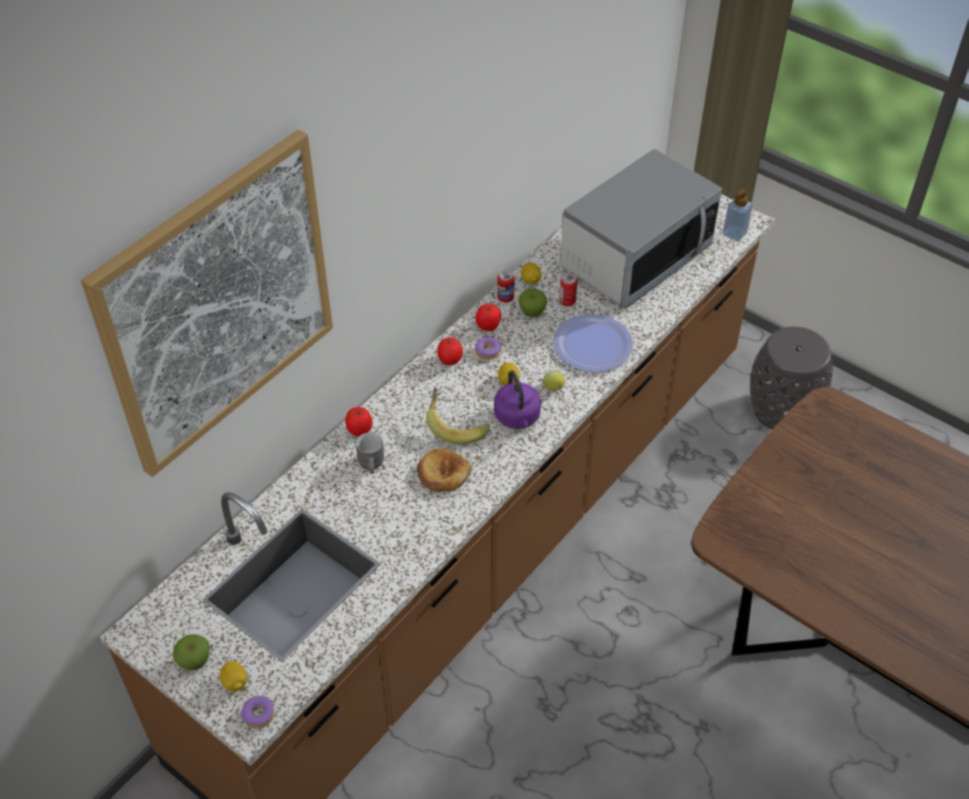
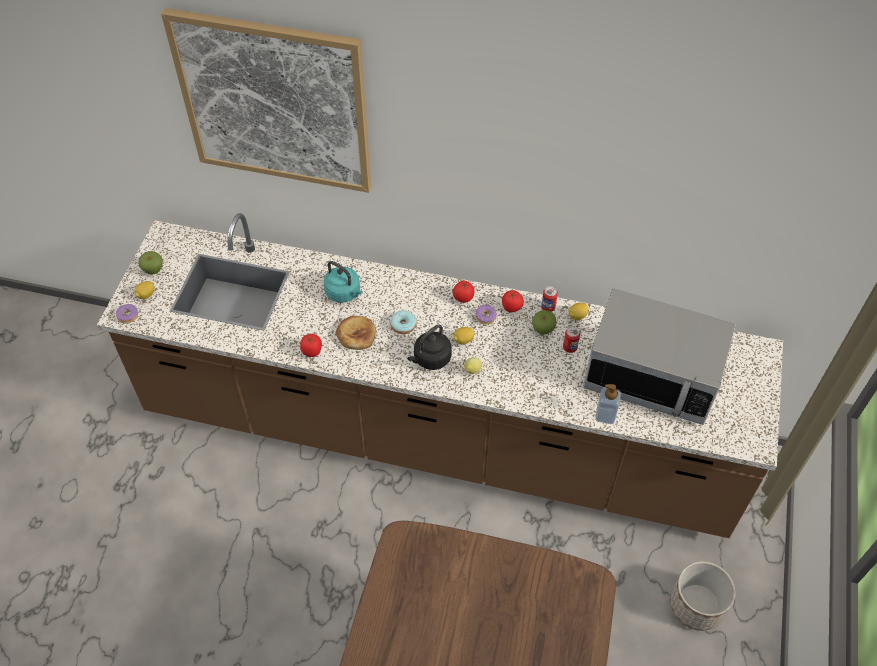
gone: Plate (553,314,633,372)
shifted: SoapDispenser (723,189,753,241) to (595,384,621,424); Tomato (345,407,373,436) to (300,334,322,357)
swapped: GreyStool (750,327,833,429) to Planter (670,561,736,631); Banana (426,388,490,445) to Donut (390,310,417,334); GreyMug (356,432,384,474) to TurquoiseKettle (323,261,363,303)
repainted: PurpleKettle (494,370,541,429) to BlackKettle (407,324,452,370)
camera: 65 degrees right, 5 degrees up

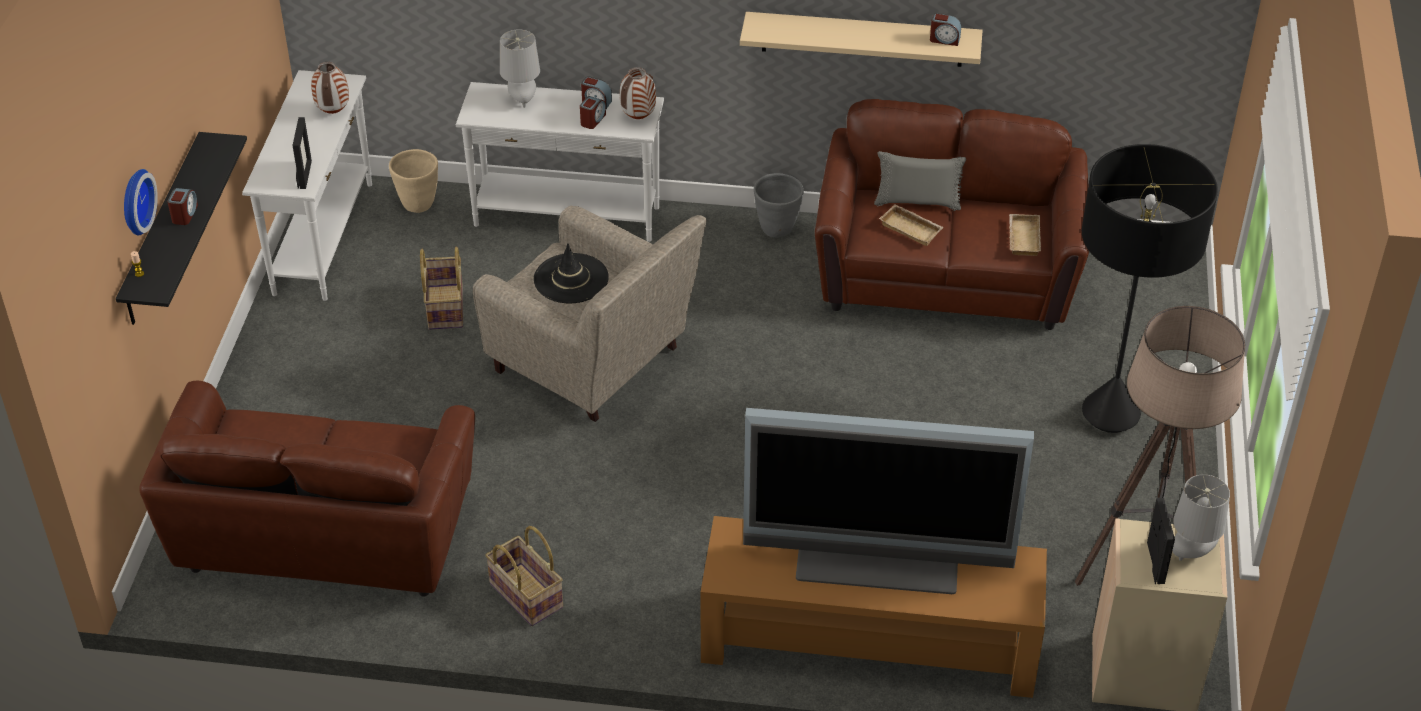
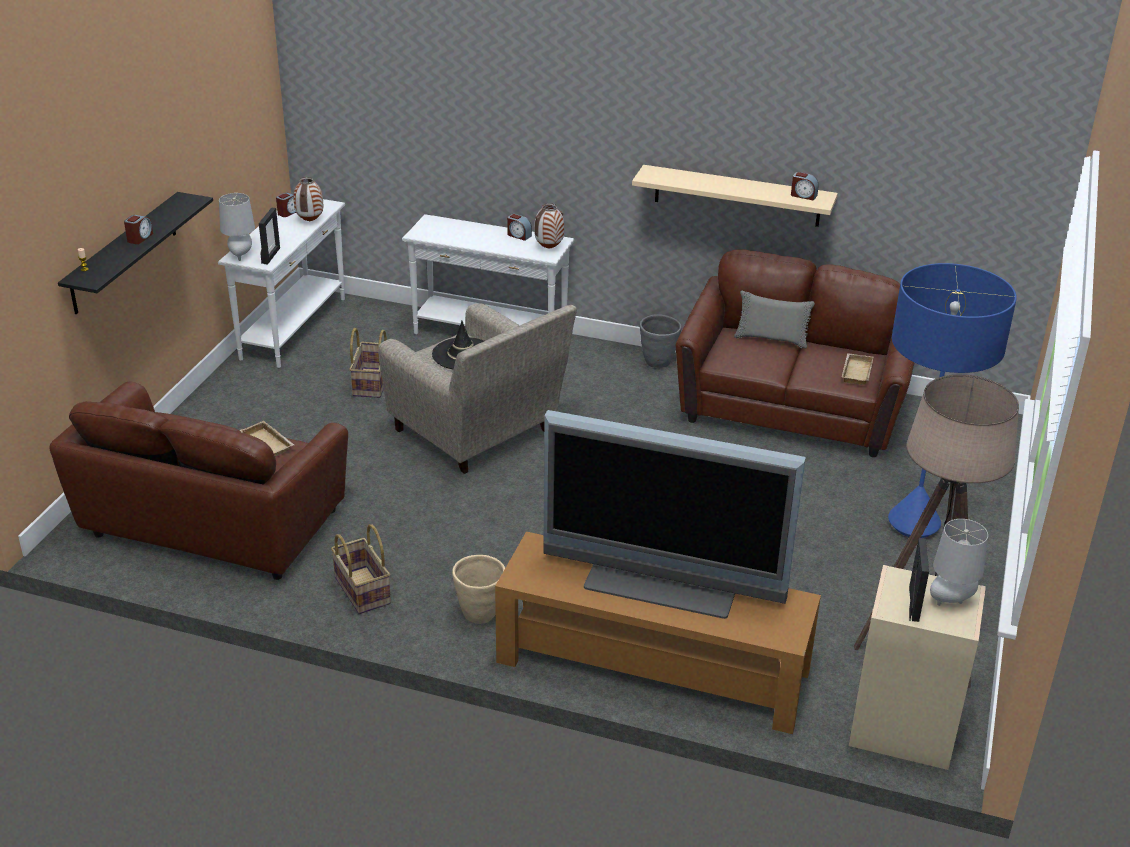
gone: WallClock (124,169,158,236)
shifted: GreyTableLamp (500,29,540,108) to (219,193,255,261); AlarmClock (580,96,606,129) to (276,193,296,217); BeigePlanter (389,149,438,213) to (452,555,505,624); BeigeTray (879,204,944,246) to (240,421,294,457)
repainted: BlackFloorLamp (1082,144,1218,433) to BlueFloorLamp (888,263,1017,538)
camera: 10 degrees right, 10 degrees down

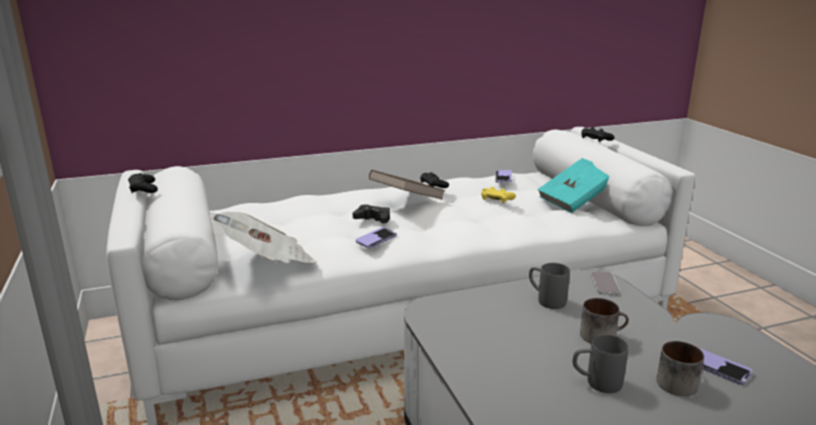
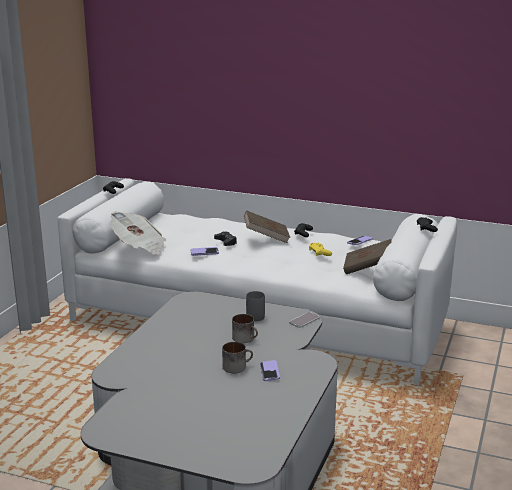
gone: GreyMug (573,335,628,393)
repainted: TurquoiseBook (537,158,609,213) to BrownBook (343,239,392,274)
camera: 40 degrees right, 0 degrees up

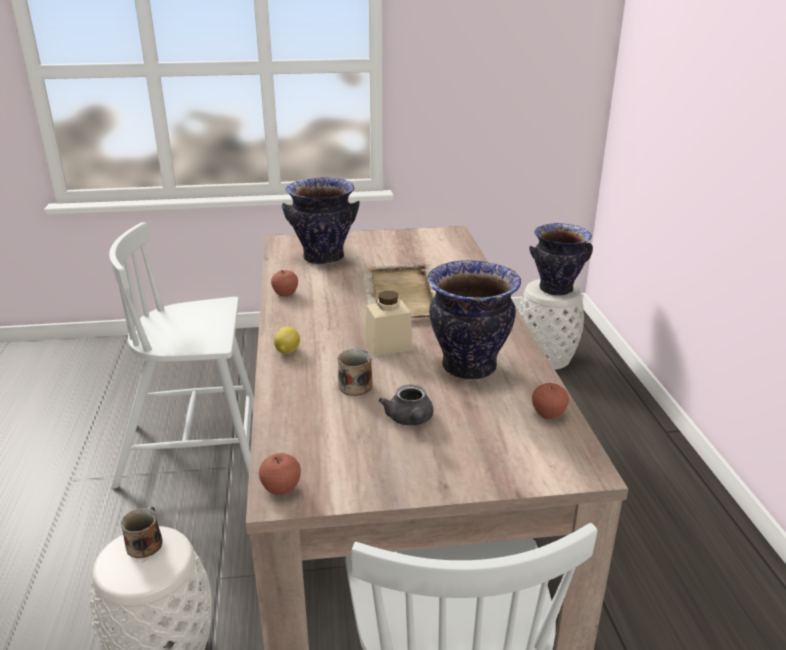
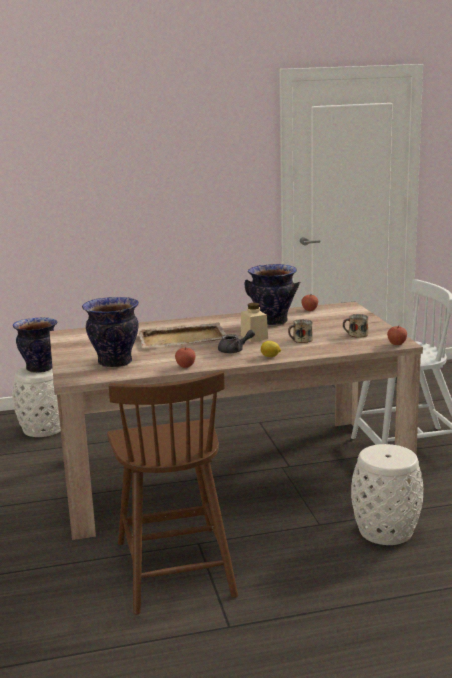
shifted: GreyTeapot (379,385,434,426) to (218,330,255,354); Mug (121,506,162,558) to (343,314,368,338)
repainted: WhiteChair (109,222,254,488) to BrownChair (107,371,238,615)
camera: 95 degrees left, 10 degrees down

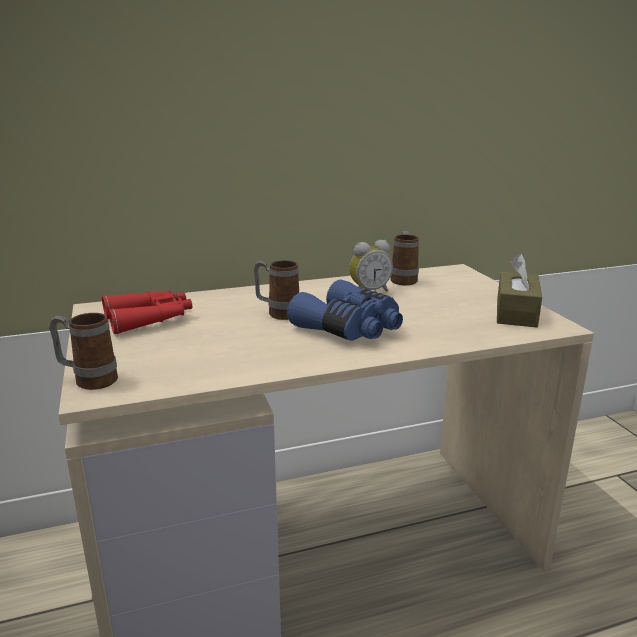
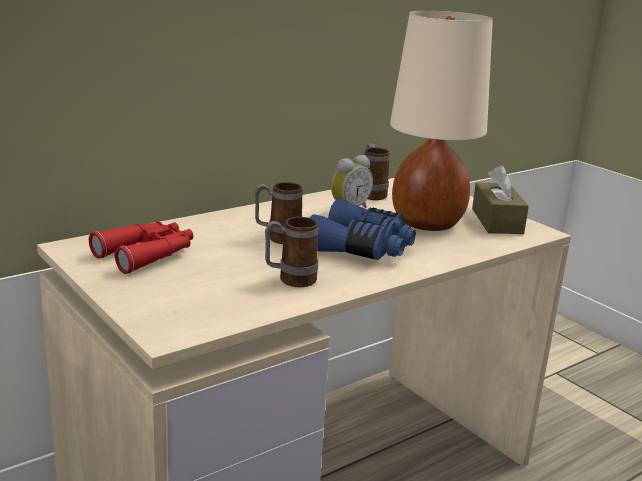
new: BeigeTableLamp (390,10,493,231)
shifted: Mug (49,313,118,390) to (265,217,318,287)
camera: 20 degrees left, 0 degrees up

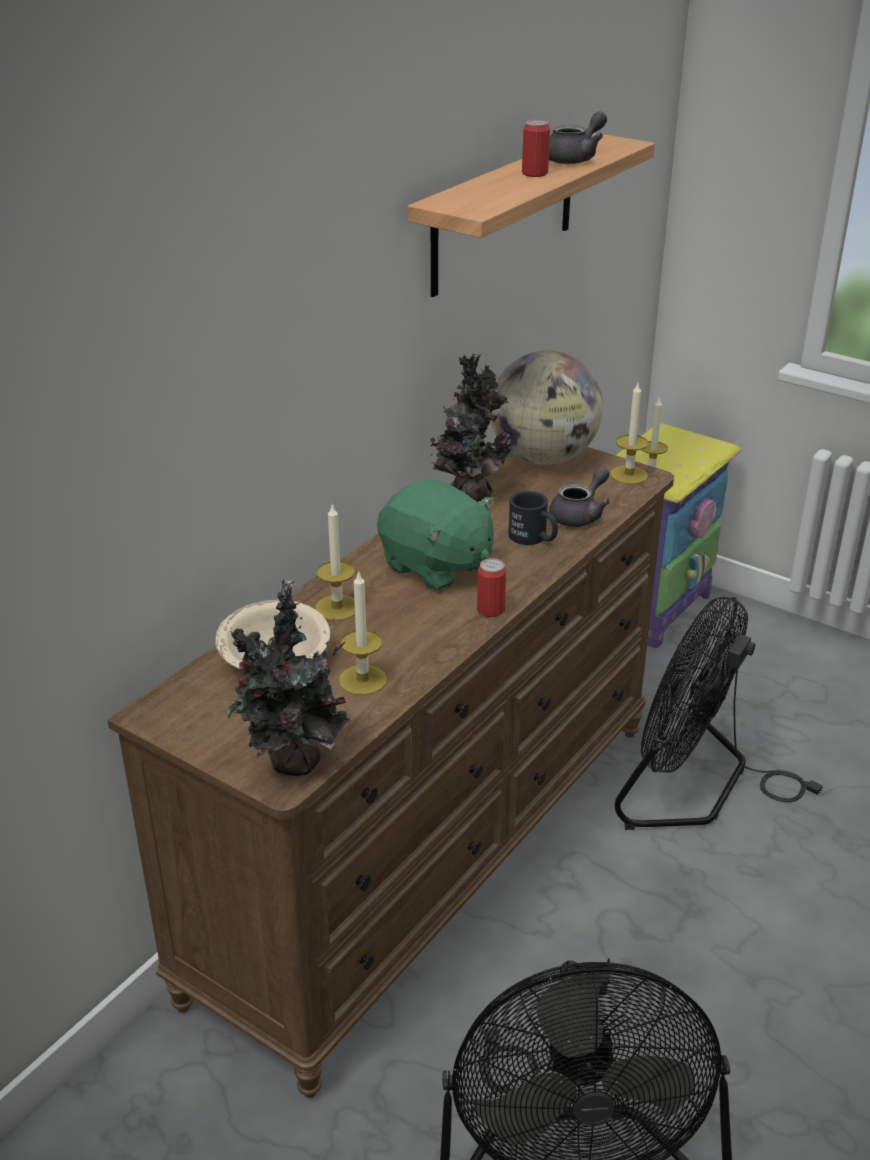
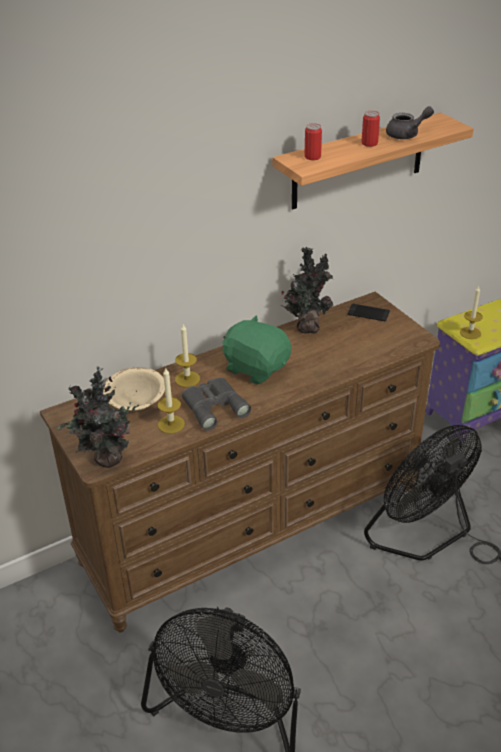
gone: Candle (610,383,649,484); GreyTeapot (549,467,610,527); BlackMug (508,491,558,545)
new: GreyBinoculars (182,378,251,431)
shifted: Can (477,558,506,617) to (304,123,322,160)
swapped: Globe (491,351,603,465) to Phone (348,304,390,321)
rotated: GreenPlushToy (377,480,495,591) = (222,315,291,385) 150 degrees clockwise
camera: 25 degrees right, 5 degrees up

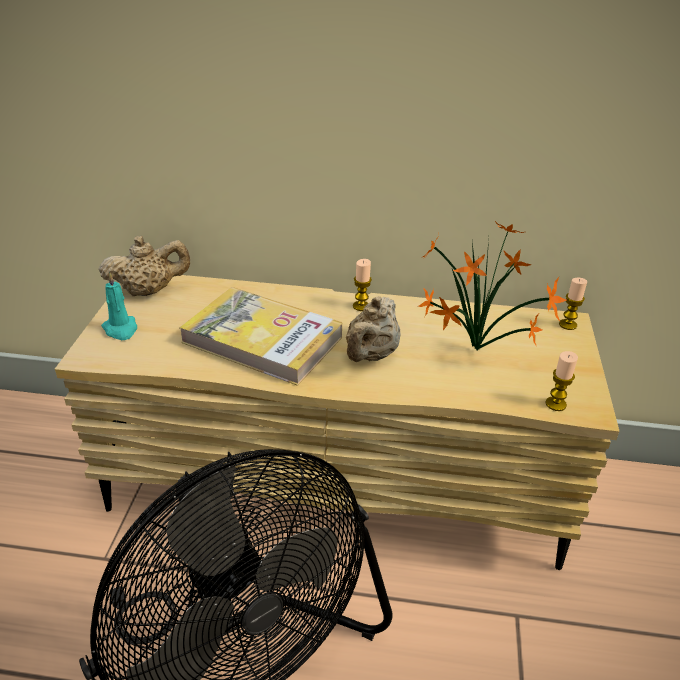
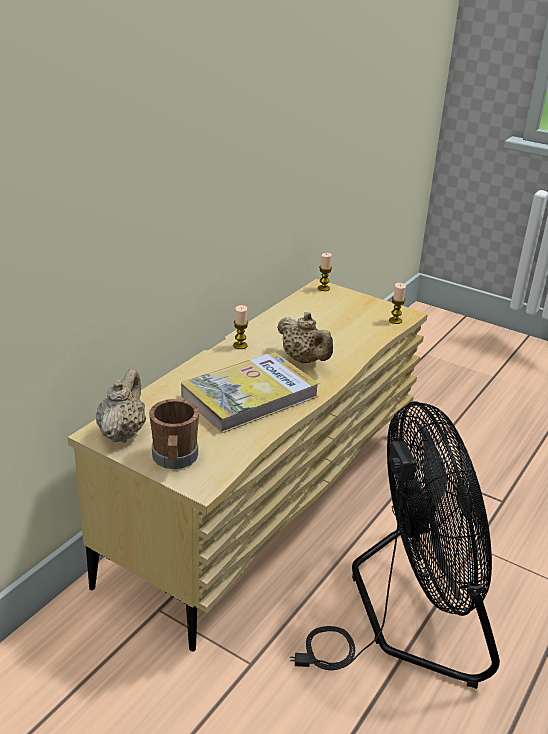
gone: PottedPlant (418,220,566,350)
swapped: TurquoiseCandle (101,272,137,340) to BrownMug (149,399,199,469)
camera: 65 degrees left, 5 degrees down

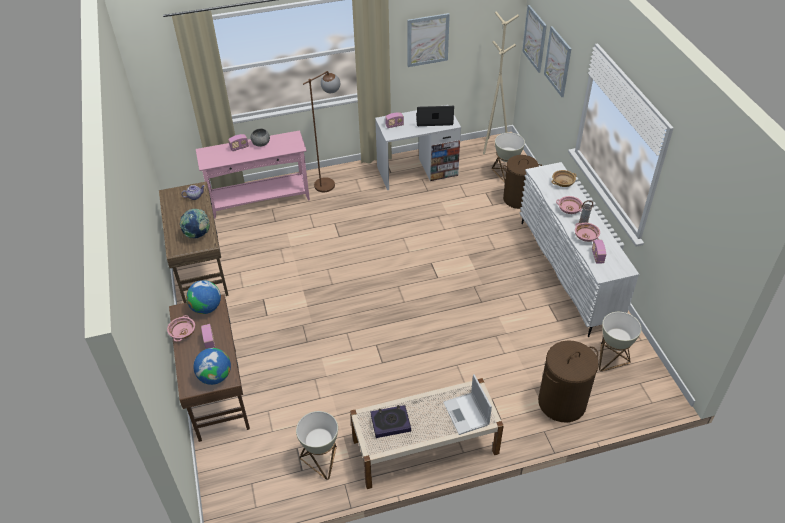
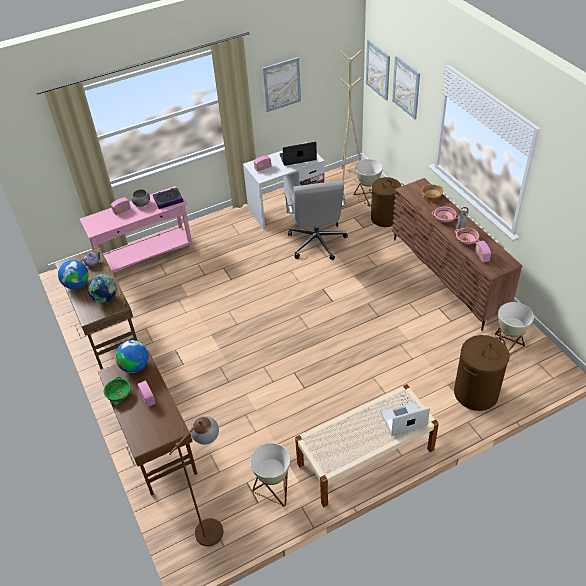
new: GreyOfficeChair (285,180,348,260)
shifted: BrownFloorLamp (303,71,340,192) to (169,416,223,546); Globe (193,348,231,385) to (58,260,88,289); Book (370,405,411,438) to (153,188,183,209)
repainted: WhiteDresser (520,162,639,337) to BrownDresser (392,178,523,331); PinkBowl (167,315,195,342) to GreenBowl (104,377,131,404)
rotated: Laptop (443,374,492,435) = (380,401,430,436) 105 degrees clockwise
camera: 10 degrees left, 0 degrees up

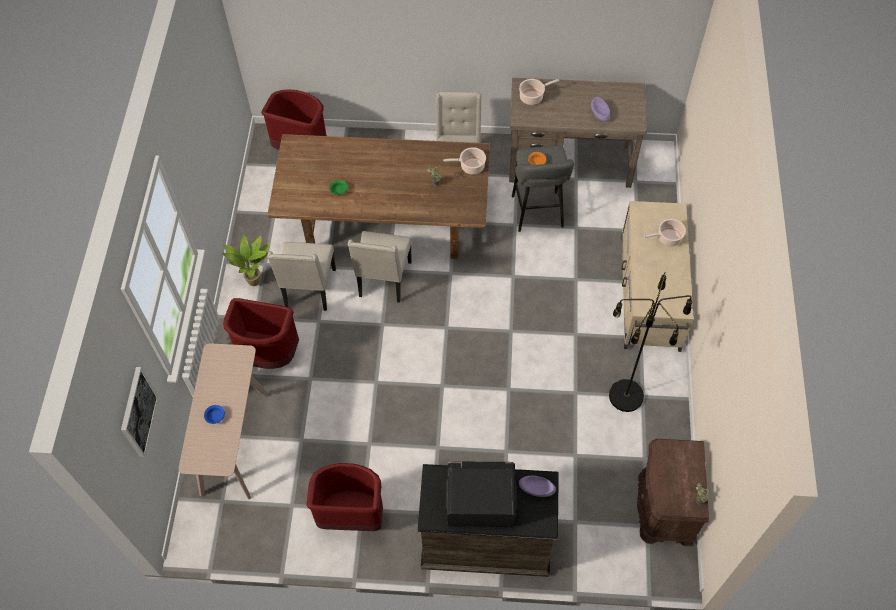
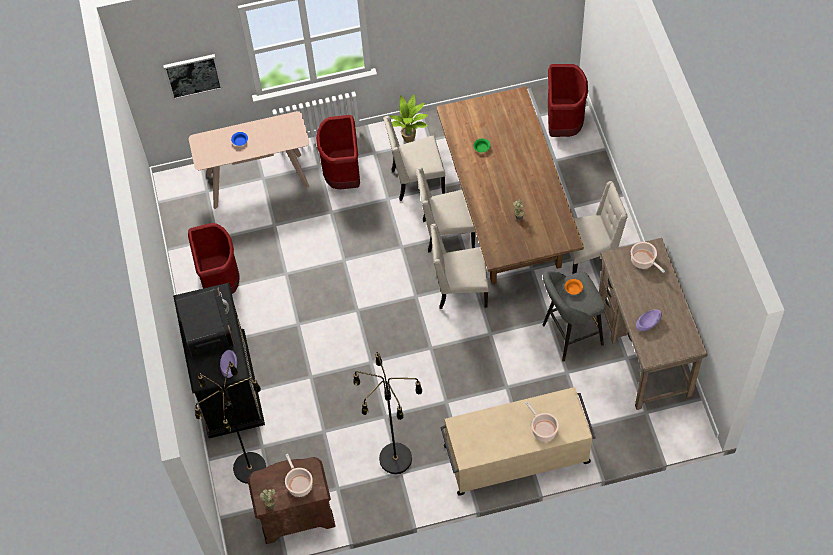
new: BeigeChair (430,224,489,309); FloorLamp (195,361,266,484)
shifted: CookingPot (443,147,486,175) to (285,454,313,497)
camera: 75 degrees right, 0 degrees up

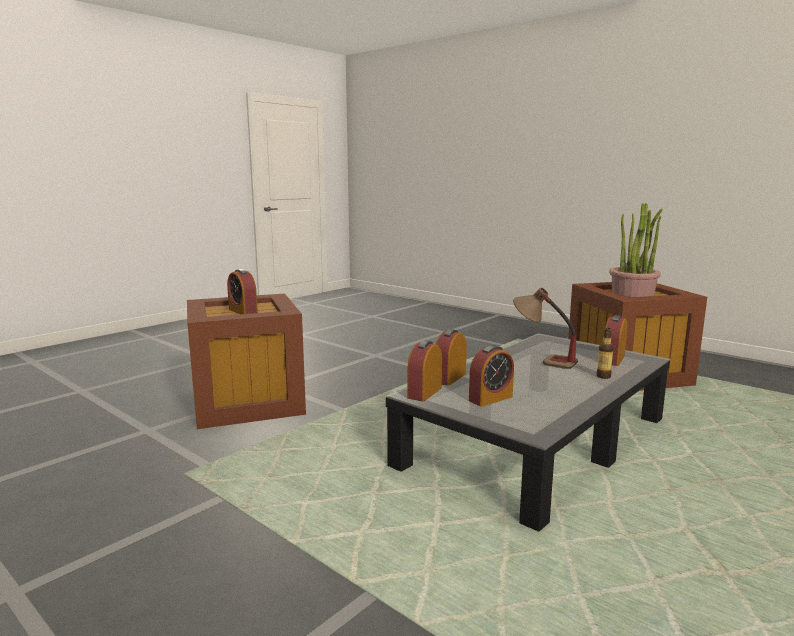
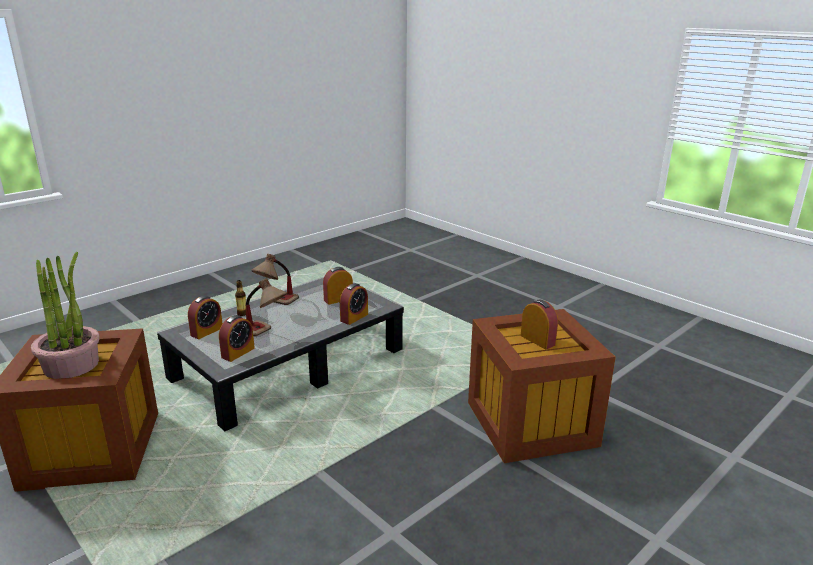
new: TableLamp (251,254,299,305)
shifted: AlarmClock (407,340,442,402) to (219,315,255,362)
camera: 175 degrees left, 10 degrees up

